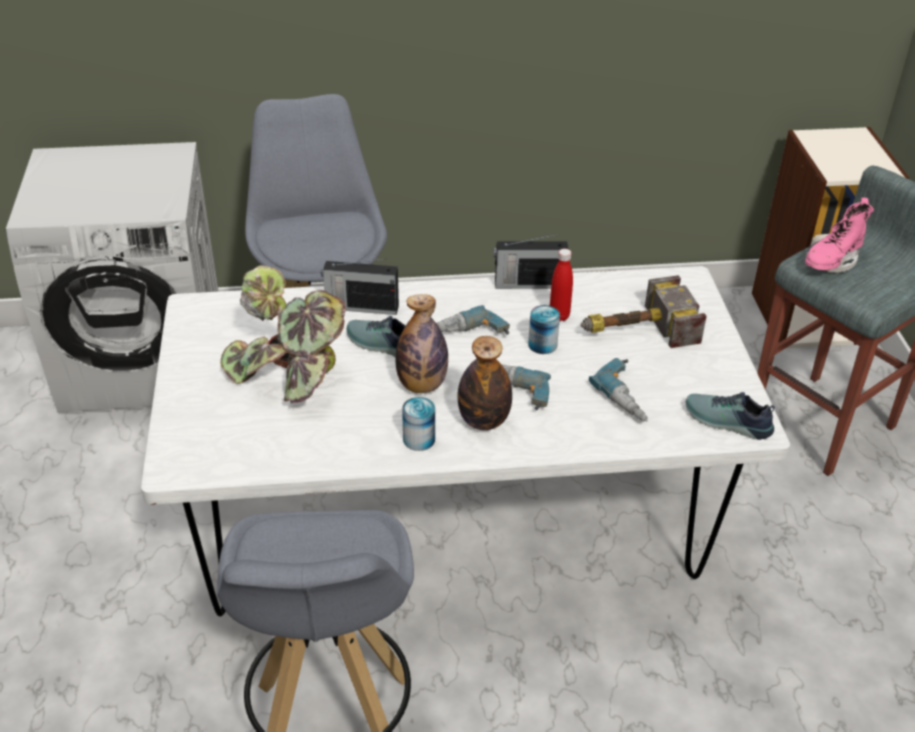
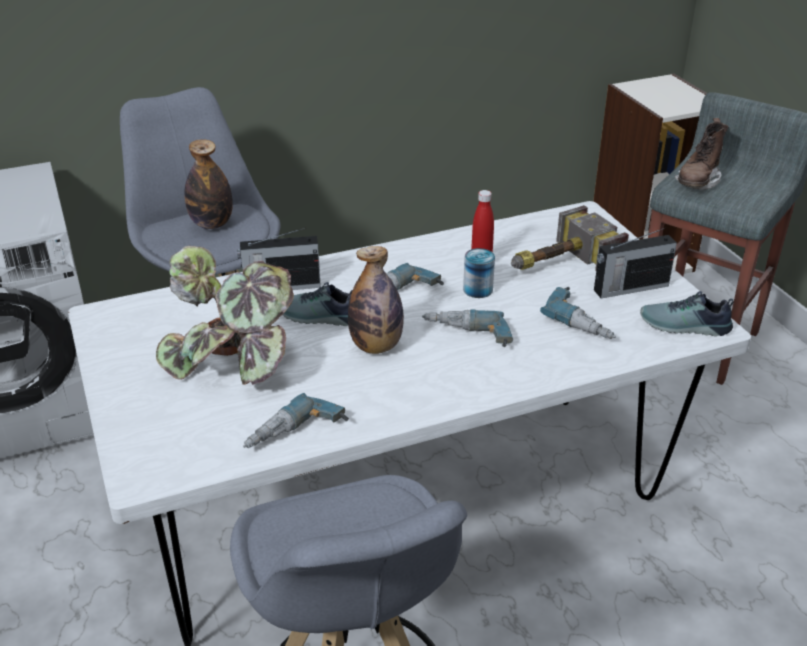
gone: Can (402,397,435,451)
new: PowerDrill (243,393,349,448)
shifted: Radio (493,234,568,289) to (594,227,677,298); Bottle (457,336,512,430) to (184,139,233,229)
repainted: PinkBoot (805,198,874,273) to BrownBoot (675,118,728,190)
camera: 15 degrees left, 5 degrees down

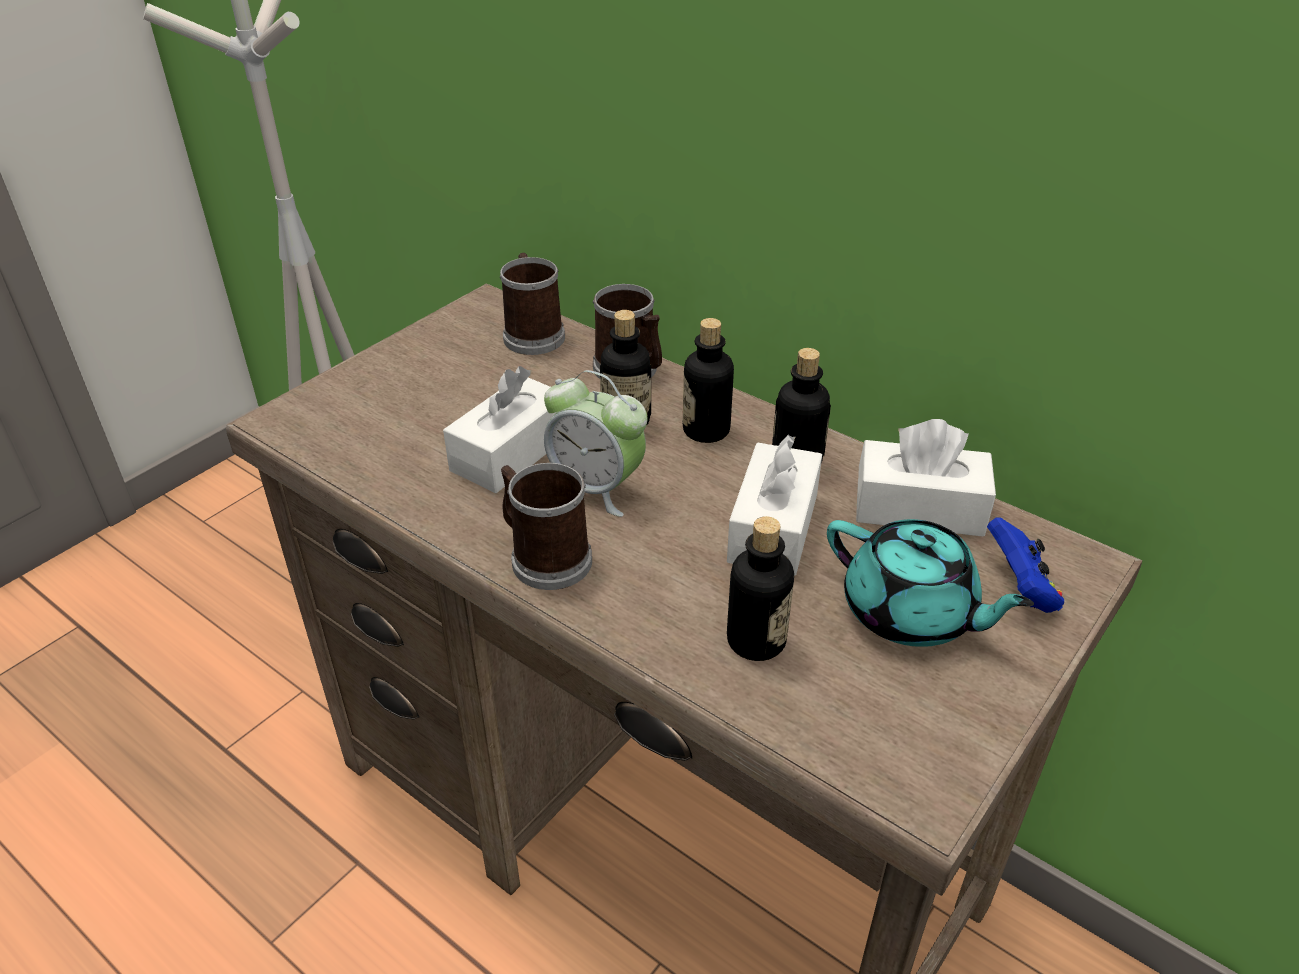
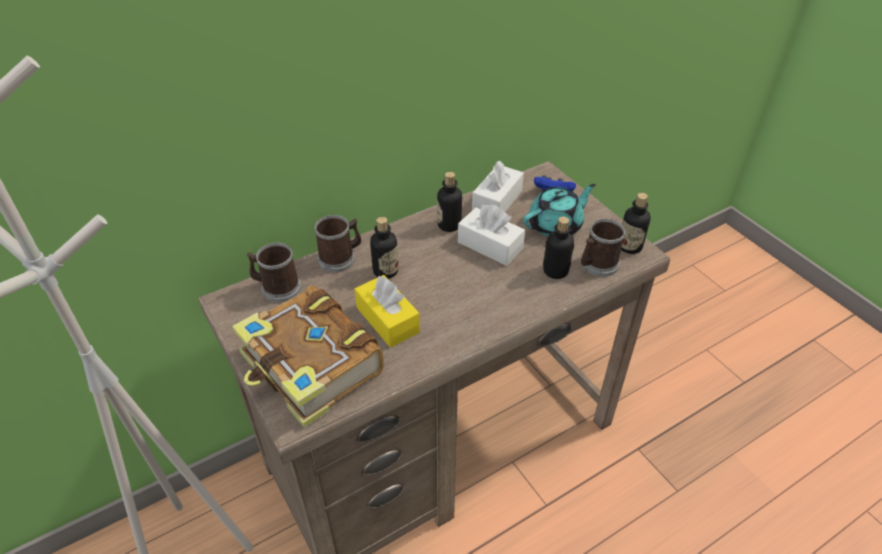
gone: AlarmClock (544,370,647,517)
new: Book (232,286,384,428)
shifted: Bottle (683,318,734,443) to (621,193,651,254); Mug (501,463,592,590) to (581,219,626,277)
repainted: WhiteTissueBox (443,366,557,493) to YellowTissueBox (354,275,420,348)
camera: 70 degrees left, 5 degrees up

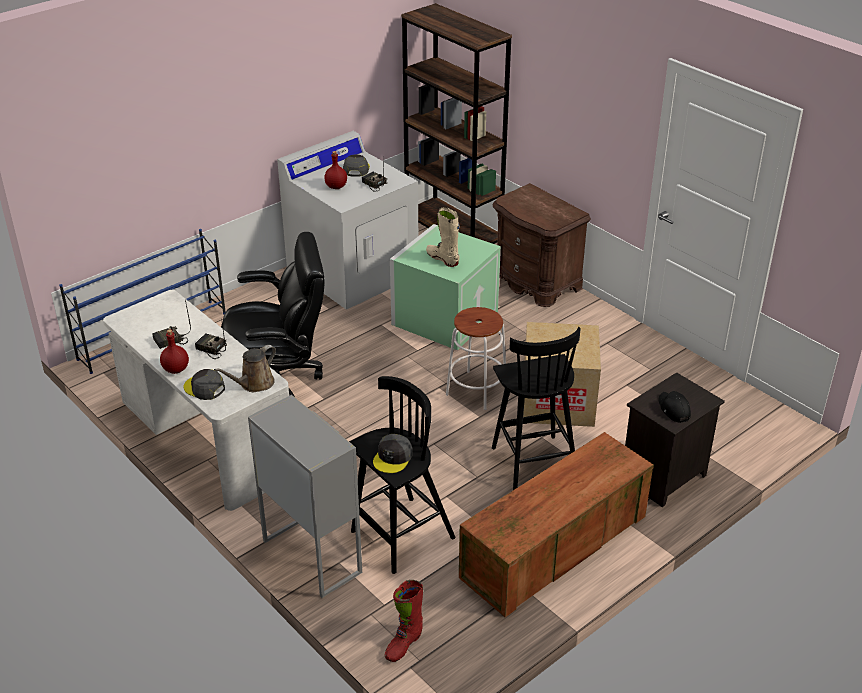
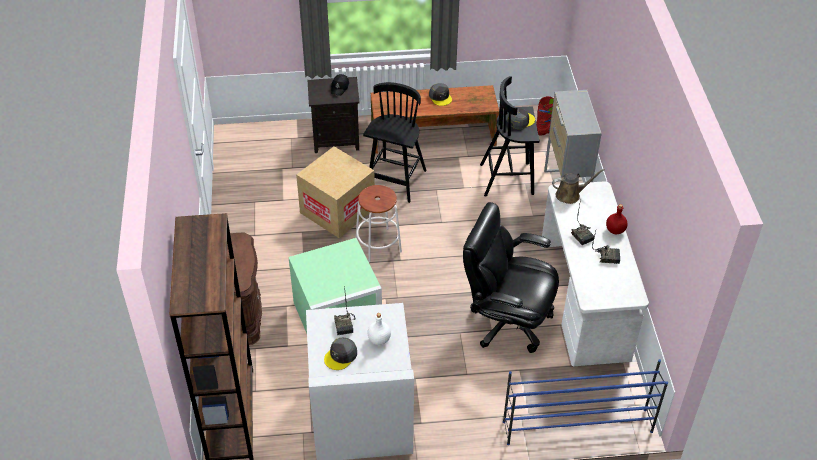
gone: BeigeBoot (426,207,460,267)
shifted: GreyCap (184,369,225,400) to (429,83,452,106)
repainted: RedBottle (324,151,347,189) to WhiteBottle (367,313,391,345)
camera: 145 degrees left, 10 degrees up

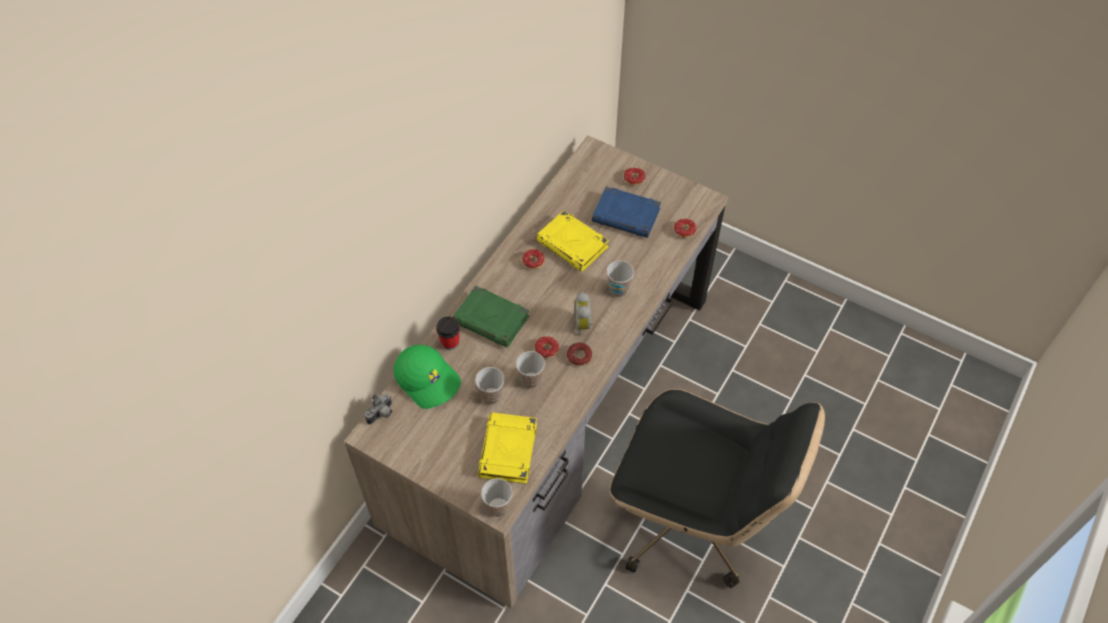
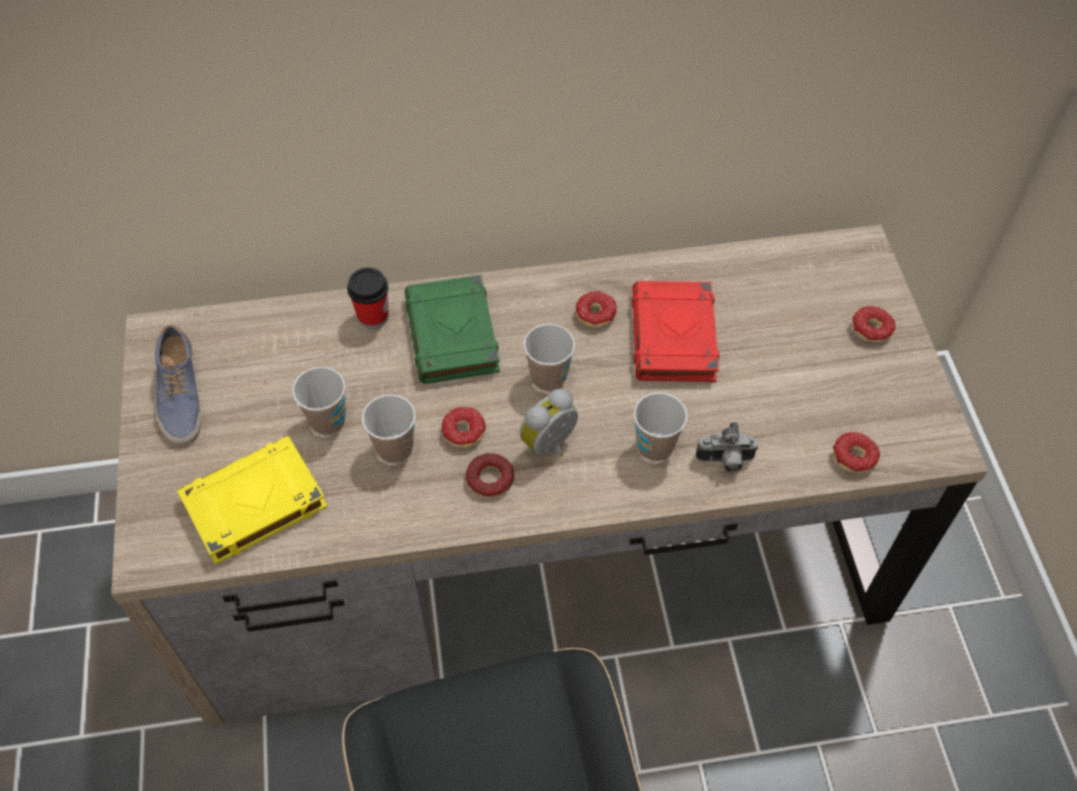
gone: BlueBook (592,186,661,238); GreenCap (394,345,461,409)
new: Shoe (155,324,201,446)
shifted: PhotoCamera (365,394,392,424) to (696,422,758,472); Cup (481,478,512,517) to (524,324,575,391)
repainted: YellowBook (536,210,609,272) to RedBook (632,281,719,382)
camera: 50 degrees right, 0 degrees up

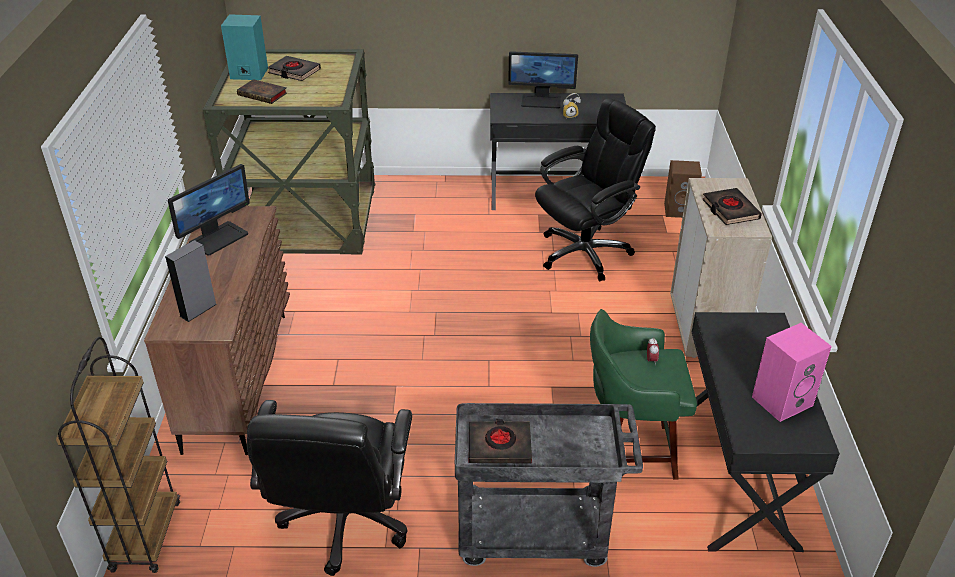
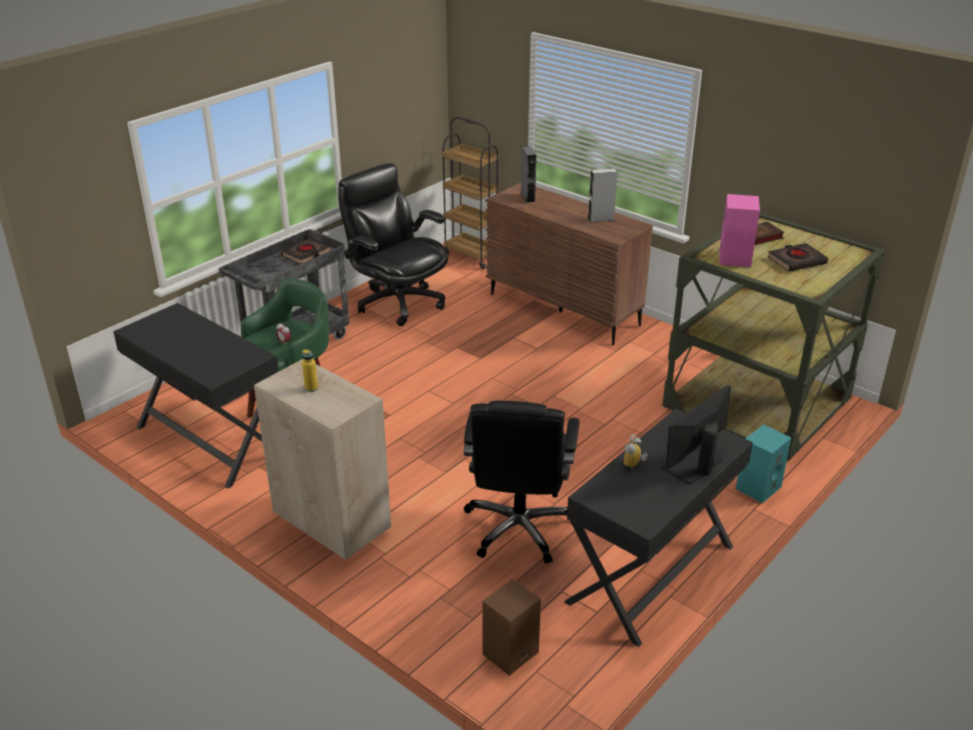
shifted: TurquoiseSpeaker (221,14,268,80) to (736,424,791,503); PinkSpeaker (752,323,832,422) to (719,194,760,267)
swapped: Monitor (168,164,250,256) to GreySpeaker (588,168,618,223); BlackBook (702,188,762,225) to YellowBottle (302,349,318,392)
camera: 130 degrees right, 5 degrees down

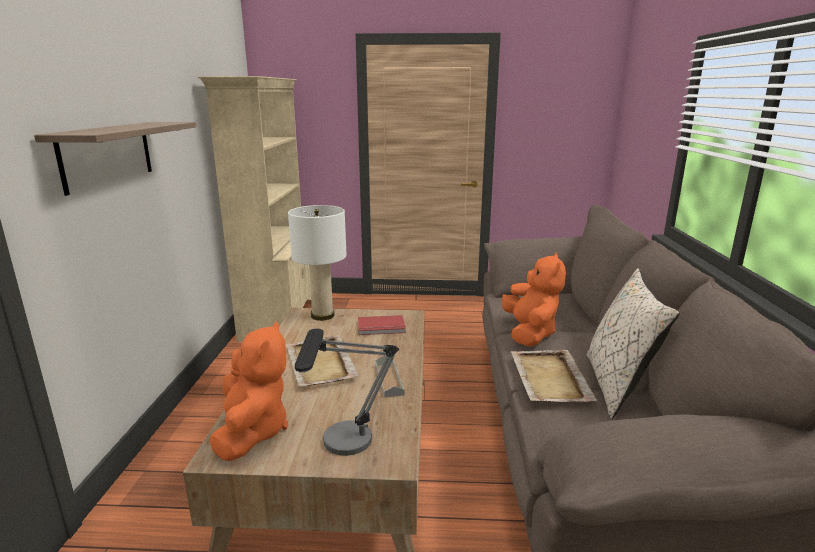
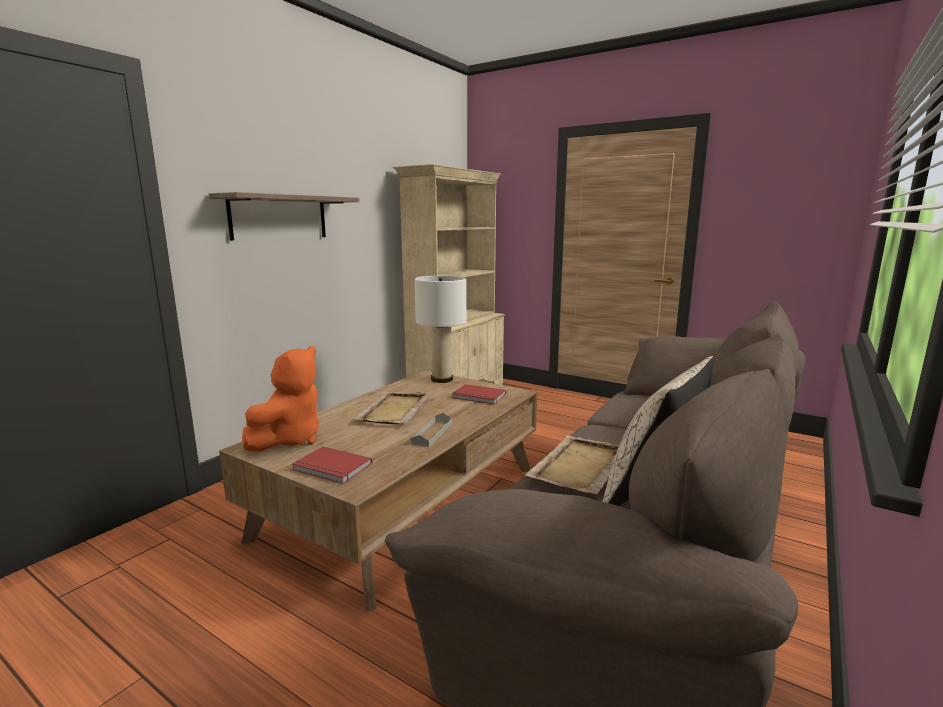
gone: OrangePlushToy (501,252,566,347)
swapped: TableLamp (295,328,399,456) to RedBook (292,446,372,484)
camera: 30 degrees right, 5 degrees down

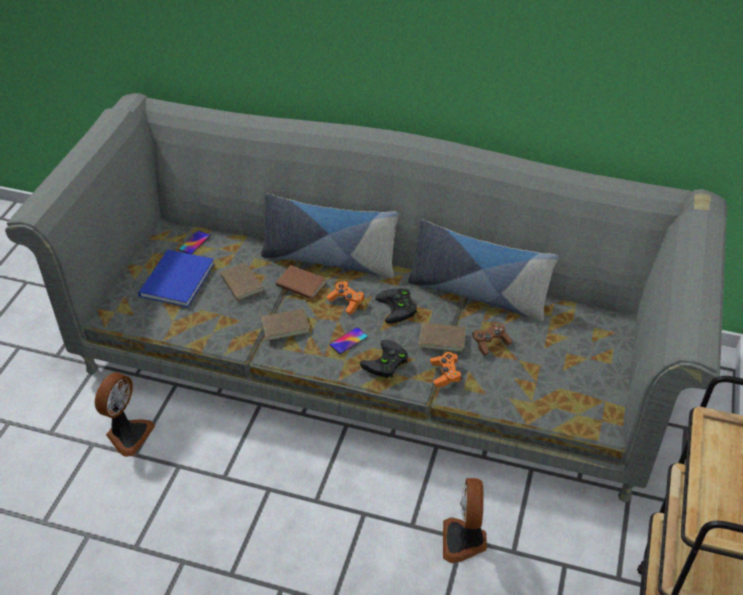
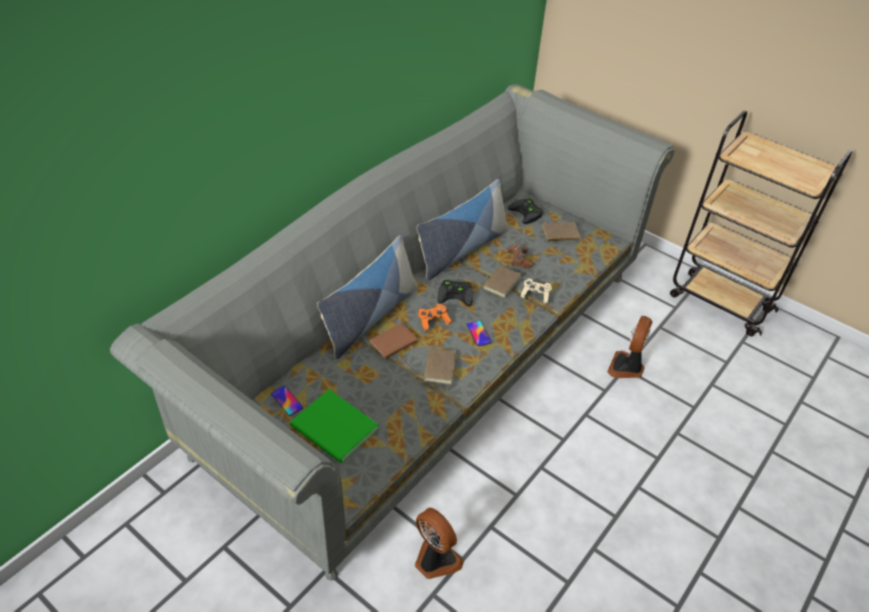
shifted: BrownBook (220,262,263,301) to (542,222,582,241); BlackGameController (360,340,408,378) to (508,199,543,224)
repainted: BlueBook (138,250,214,307) to GreenBook (290,390,379,463); OrangeGameController (430,352,462,387) to BeigeGameController (520,278,552,304)
rotated: Fan (443,478,487,563) = (607,316,653,378) 90 degrees clockwise
camera: 70 degrees left, 0 degrees up

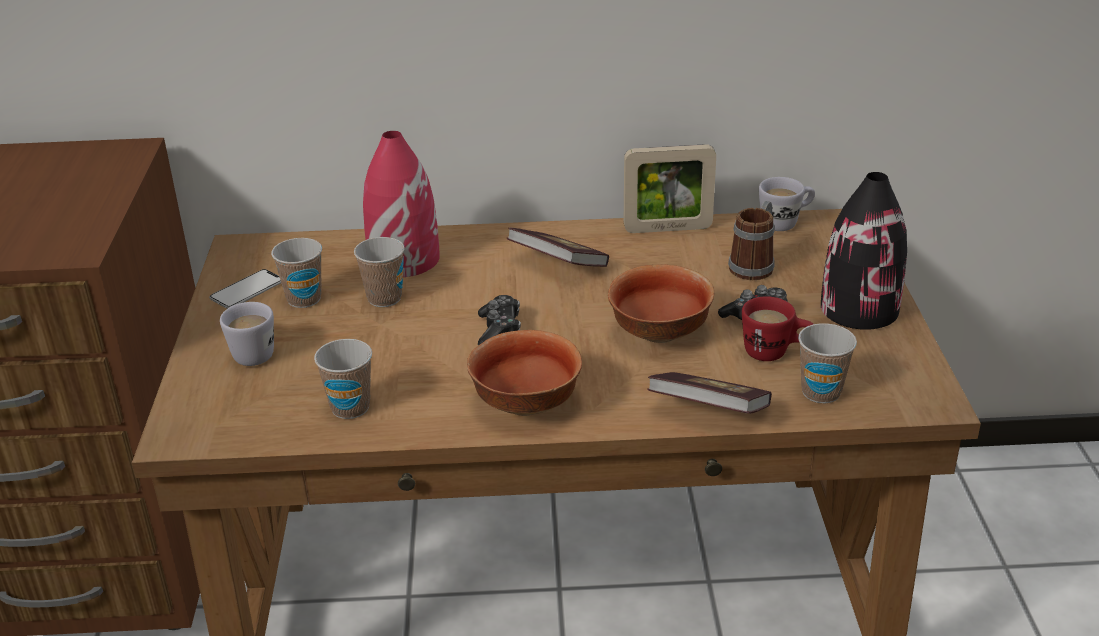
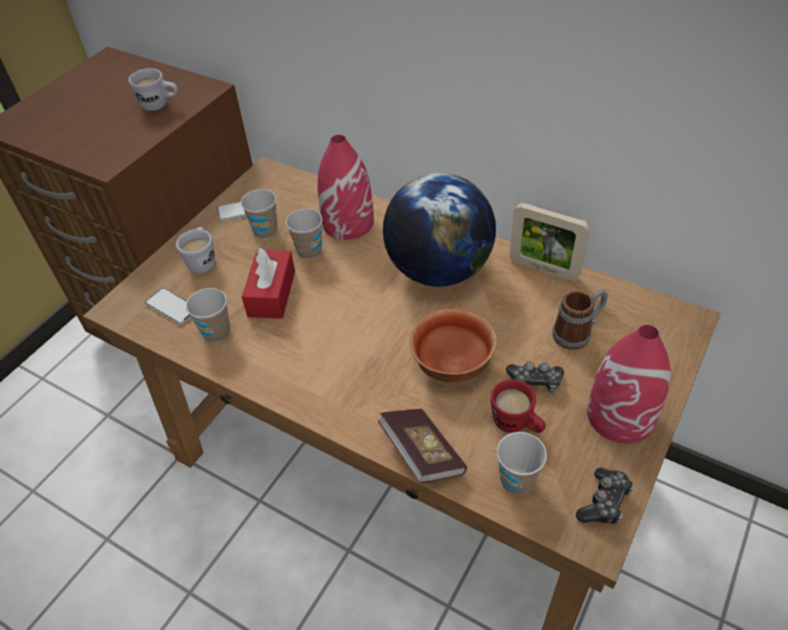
gone: Bowl (467,330,582,416)
new: RedTissueBox (242,248,295,319); Phone (145,288,191,325)
shifted: WhiteMug (759,177,815,231) to (129,68,178,111); GameController (478,295,521,345) to (576,468,634,524)
swapped: Book (507,228,609,267) to Globe (383,173,496,287)
repainted: BlackVase (821,172,907,330) to RedVase (587,325,671,444)
camera: 35 degrees right, 15 degrees up

